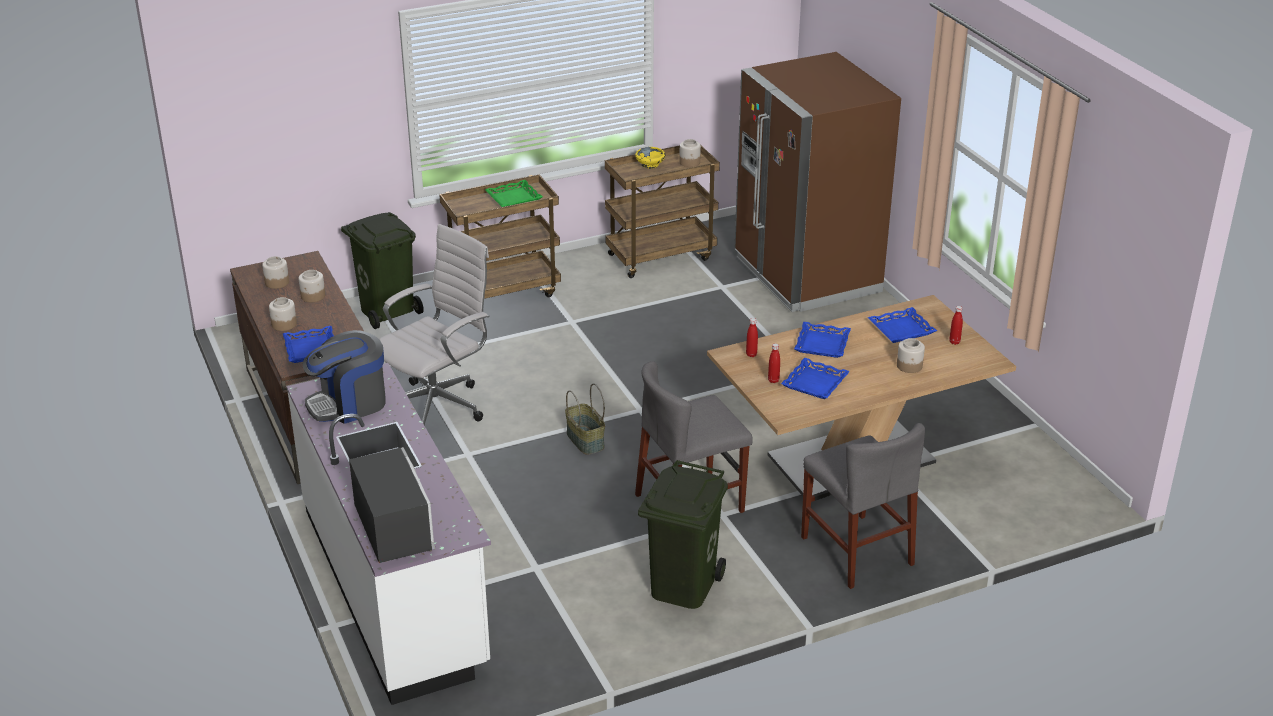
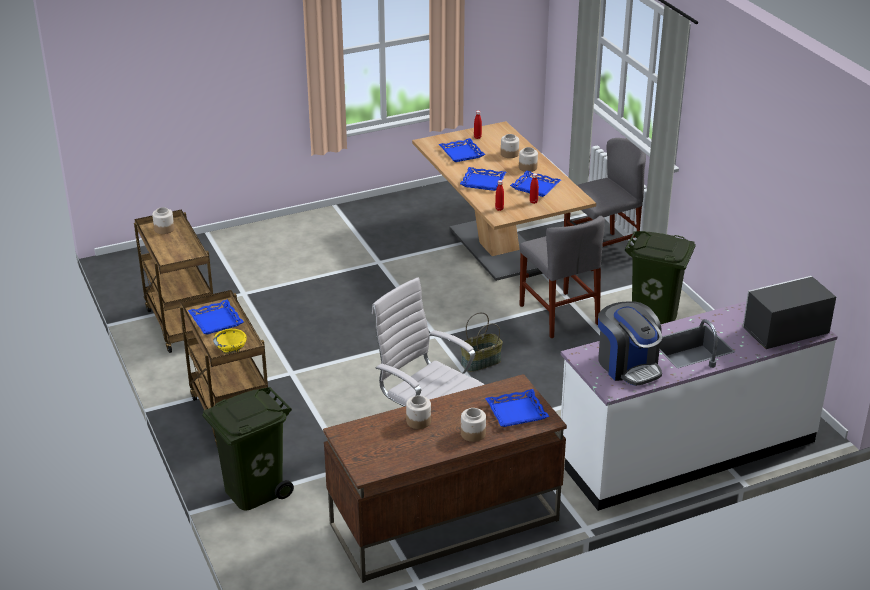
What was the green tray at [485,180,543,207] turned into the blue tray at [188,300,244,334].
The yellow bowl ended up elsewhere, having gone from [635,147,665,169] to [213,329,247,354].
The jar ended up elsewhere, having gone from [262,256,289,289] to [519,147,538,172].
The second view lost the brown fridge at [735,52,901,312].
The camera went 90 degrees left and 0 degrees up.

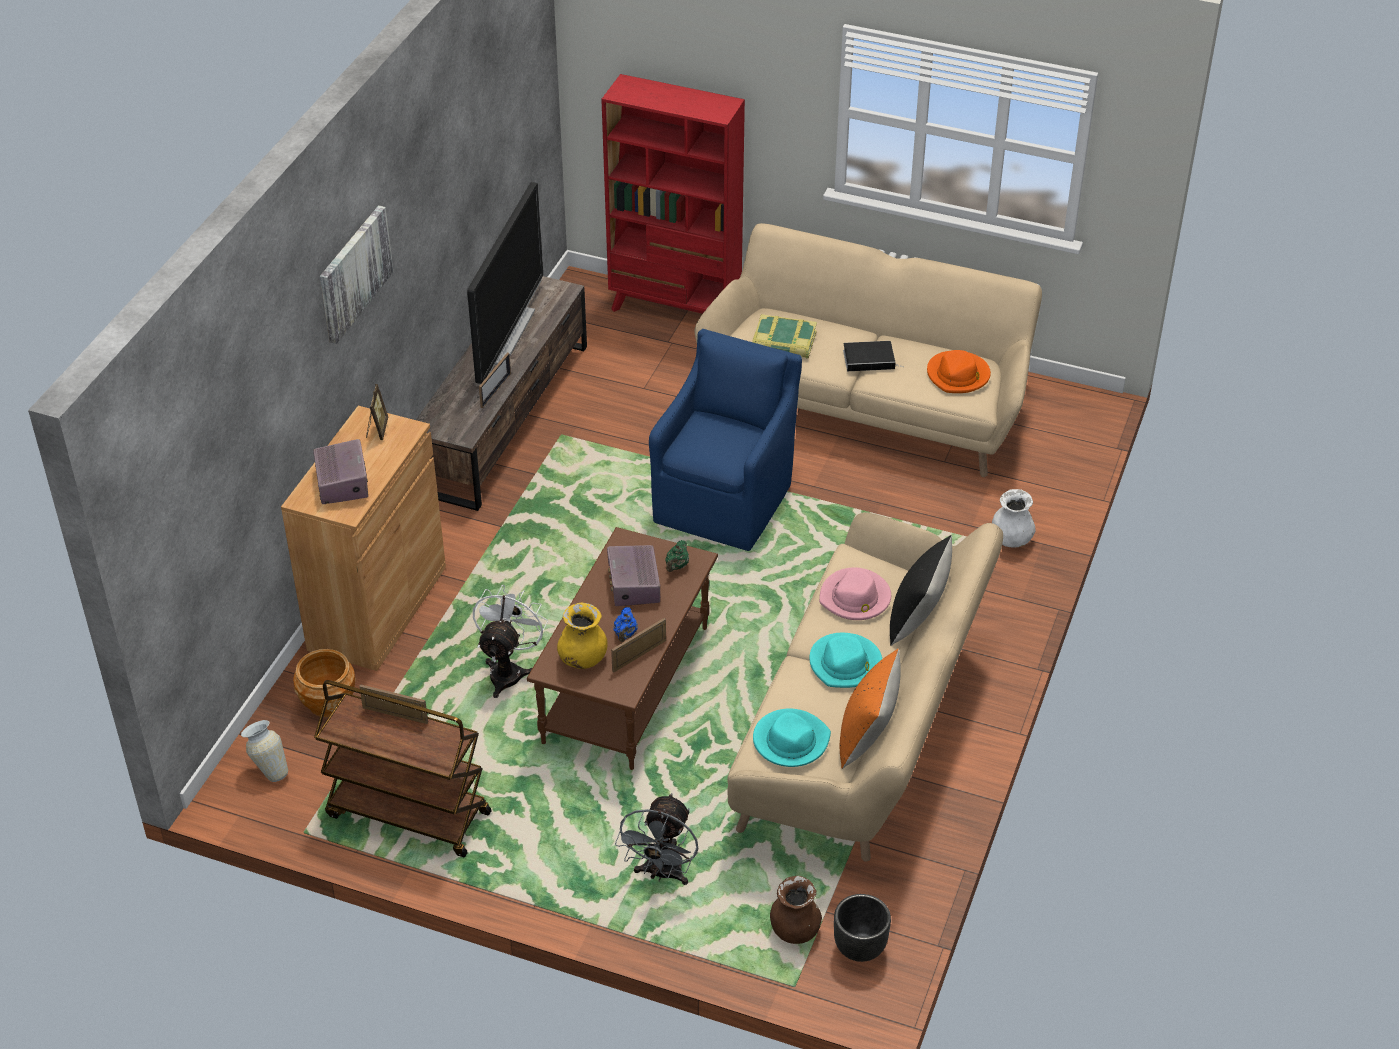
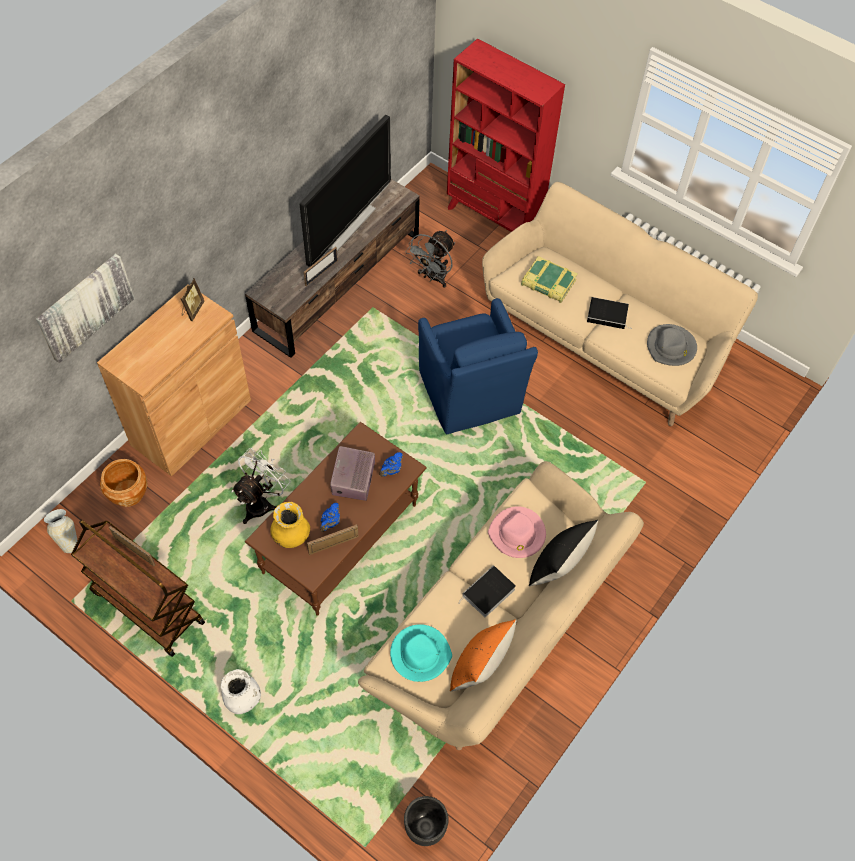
The picture ended up elsewhere, having gone from [320,205,393,344] to [36,254,135,363].
The white vase ended up elsewhere, having gone from [992,489,1036,548] to [221,669,261,714].
What was the green teapot at [665,540,689,572] turned into the blue teapot at [379,452,403,477].
The grey fan ended up elsewhere, having gone from [615,793,699,885] to [405,230,455,288].
The blue armchair at [649,329,802,551] ended up facing another way, 120 degrees clockwise from before.
Where the turquoise hat stood at [809,633,882,688], the book came to stand at [458,565,516,617].
What was the orange hat at [927,350,991,393] turned into the grey hat at [647,324,697,366].
The second view lost the radio at [313,439,368,504].
The second view lost the brown vase at [770,876,822,944].
The camera went 15 degrees right and 15 degrees up.

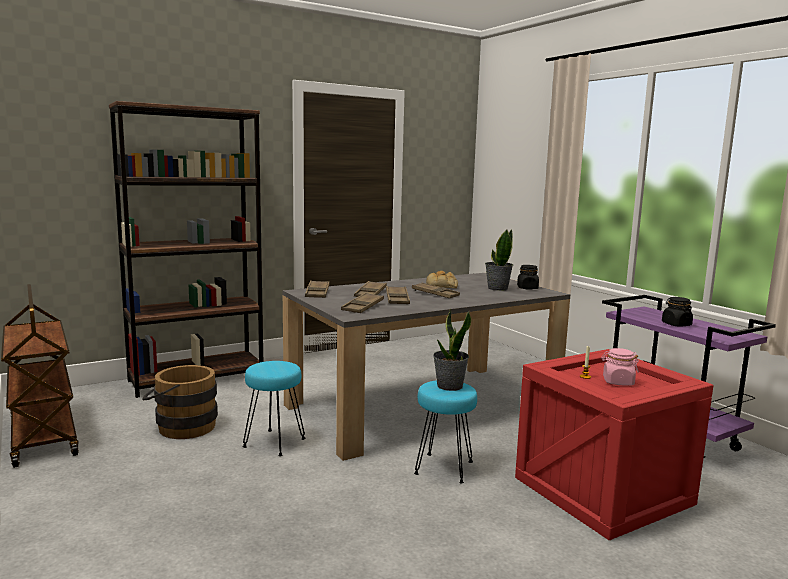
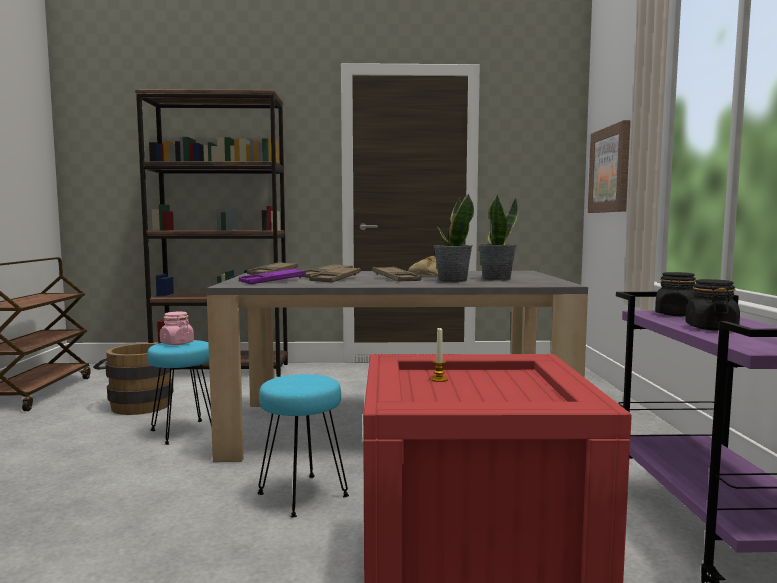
The pink jar ended up elsewhere, having gone from [601,348,639,386] to [160,312,194,345].
What was the brown tray at [341,293,384,313] turned into the purple tray at [239,268,306,284].
The potted plant ended up elsewhere, having gone from [433,309,472,391] to [434,193,474,282].
The second view gained the picture at [588,120,630,213].
The black jar ended up elsewhere, having gone from [517,265,539,290] to [655,272,696,316].
The camera went 30 degrees right and 5 degrees down.

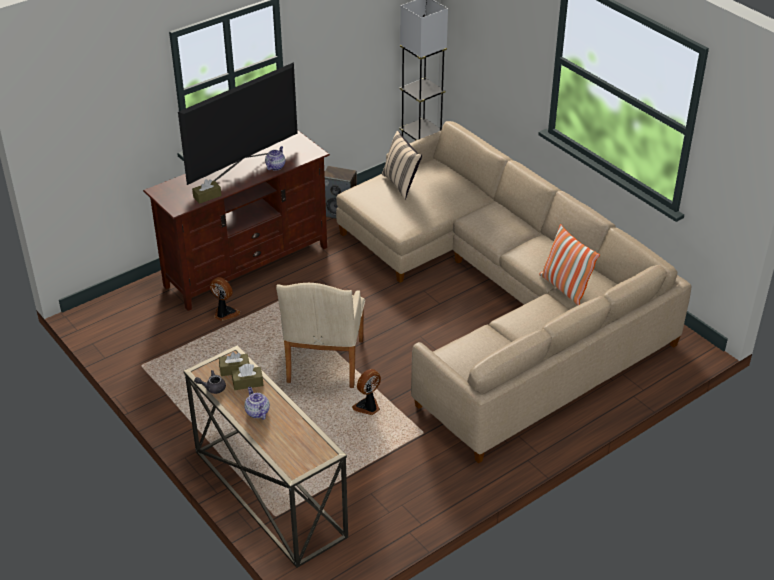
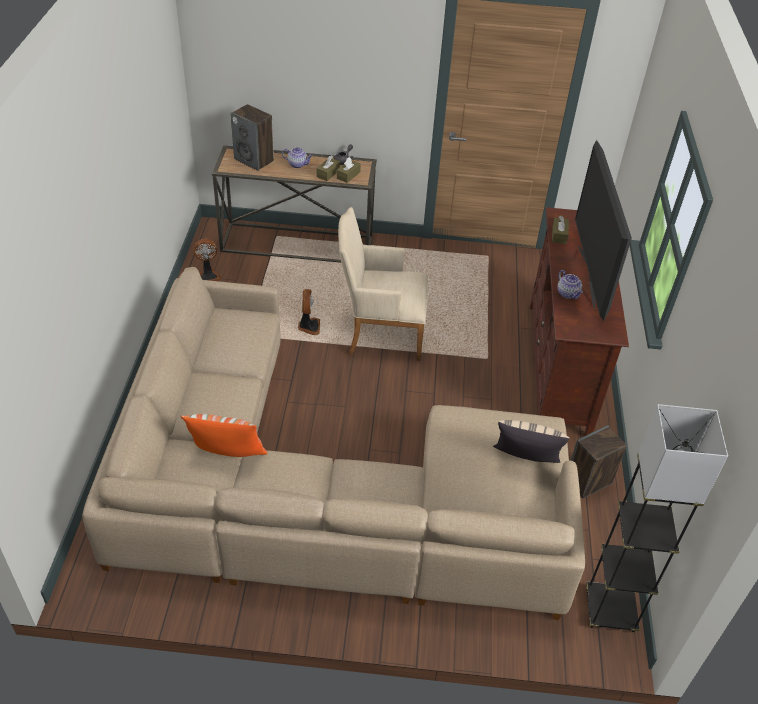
The fan ended up elsewhere, having gone from [210,277,240,321] to [193,239,222,281].
The second view gained the speaker at [231,104,274,171].
The beige armchair at [276,283,365,388] ended up facing another way, 45 degrees counterclockwise from before.
The camera went 130 degrees right and 5 degrees up.

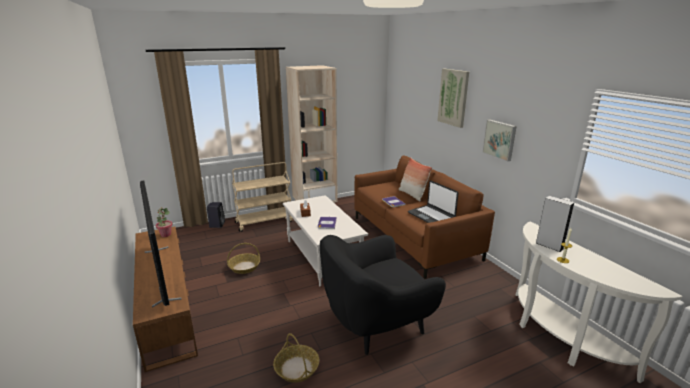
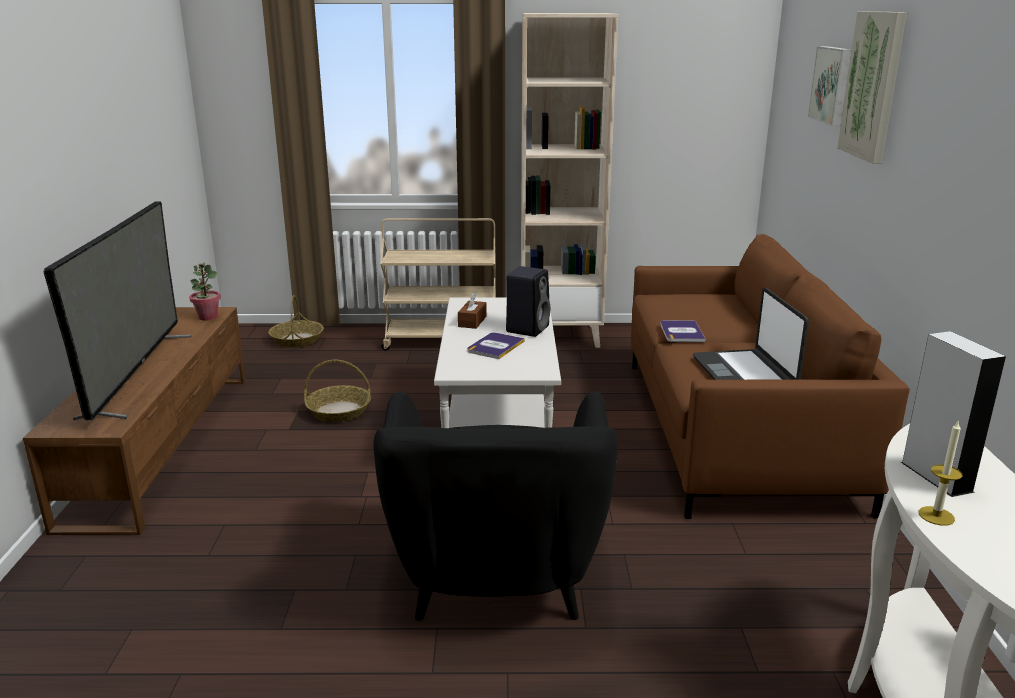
The basket ended up elsewhere, having gone from [273,333,320,383] to [268,295,324,347].
The black armchair at [320,235,446,355] ended up facing another way, 90 degrees counterclockwise from before.
The black speaker ended up elsewhere, having gone from [207,202,225,228] to [506,266,550,337].
The picture ended up elsewhere, having gone from [482,120,517,161] to [808,46,852,126].
The second view lost the pillow at [399,157,432,201].
The camera went 25 degrees right and 0 degrees up.

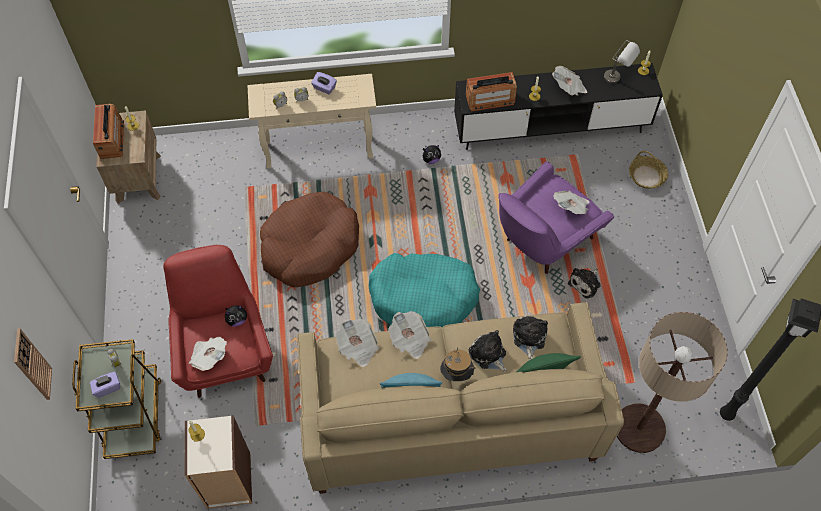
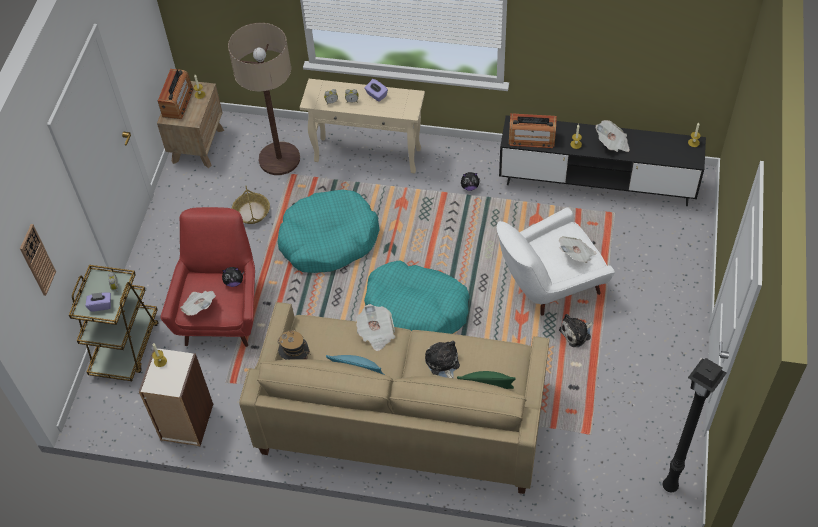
The floor lamp ended up elsewhere, having gone from [617,312,728,453] to [228,23,300,175].
The basket ended up elsewhere, having gone from [629,151,668,189] to [232,186,270,224].
The hat ended up elsewhere, having gone from [440,347,475,381] to [277,330,311,360].
What was the brown dog bed at [260,192,359,288] turned into the turquoise dog bed at [278,190,380,273].
What was the purple armchair at [498,161,615,274] turned into the white armchair at [497,207,615,316].
The second view lost the newspaper at [336,319,379,367].
The second view lost the plush toy at [513,316,548,360].
The second view lost the grey table lamp at [604,40,640,84].
The camera went 20 degrees right and 5 degrees down.

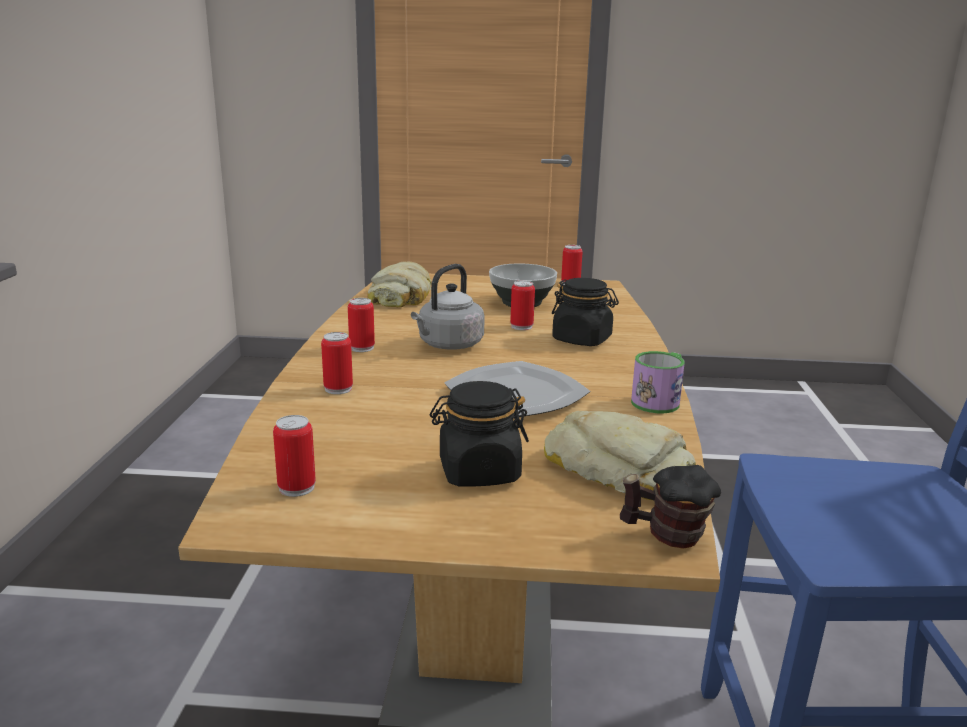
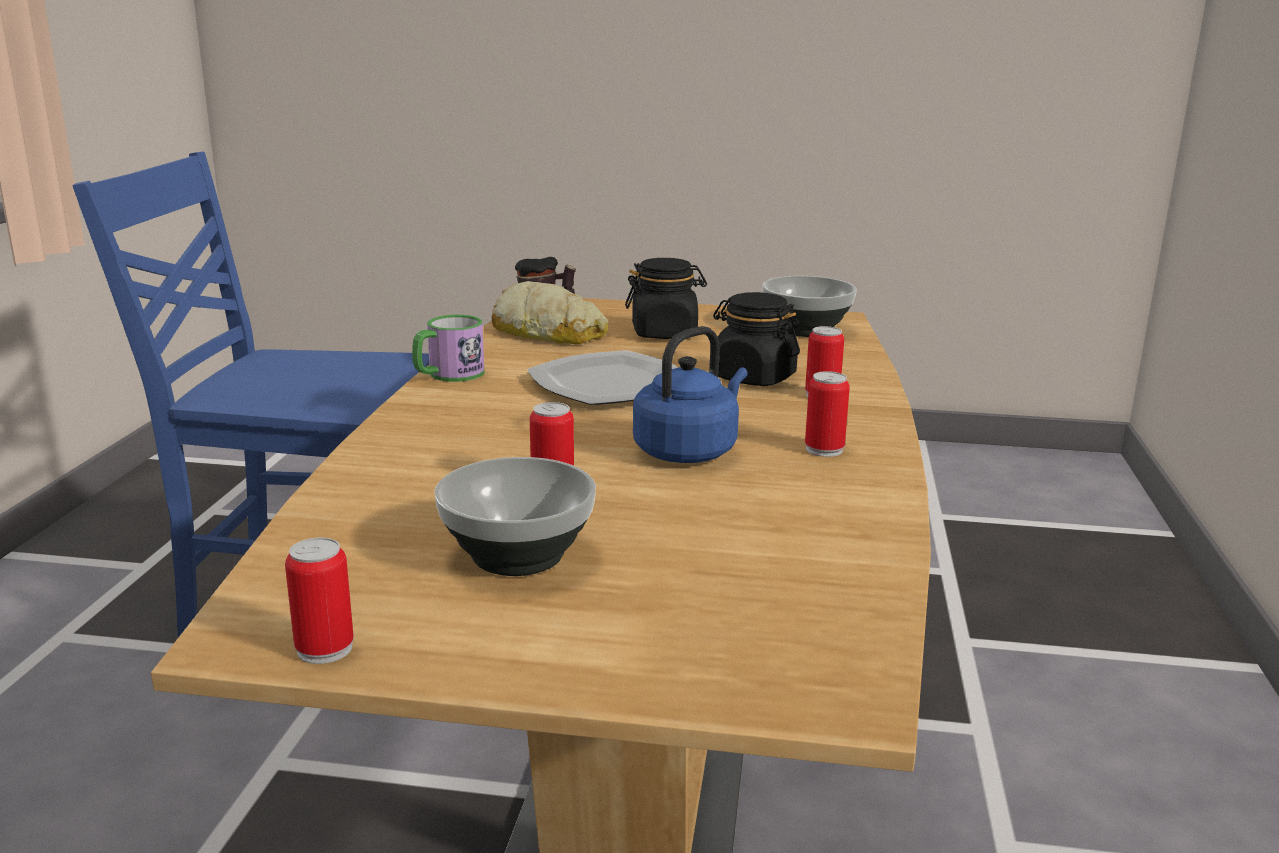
What was the grey kettle at [411,264,485,350] turned into the blue kettle at [633,326,748,463].
The black jar ended up elsewhere, having gone from [552,278,619,346] to [713,292,800,386].
Where the can stood at [273,415,316,497], the bowl came to stand at [762,276,857,337].
The second view lost the bread at [367,261,431,307].
The camera went 175 degrees left and 0 degrees up.

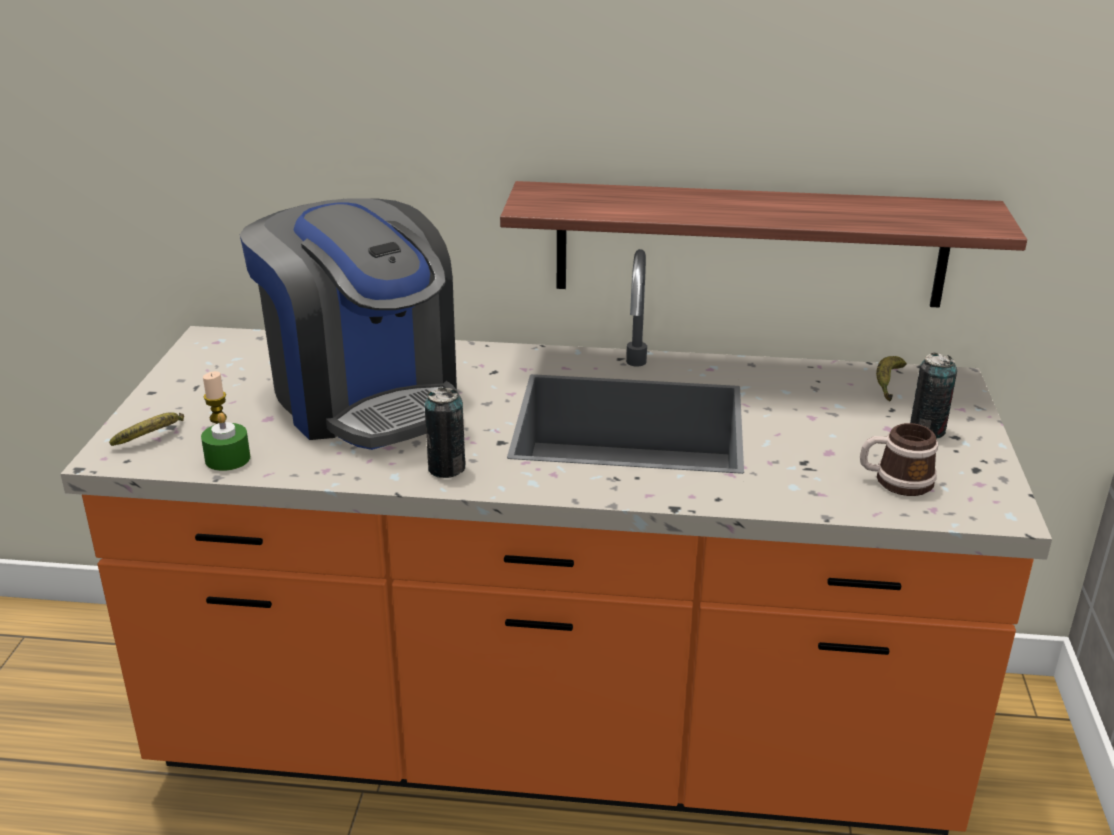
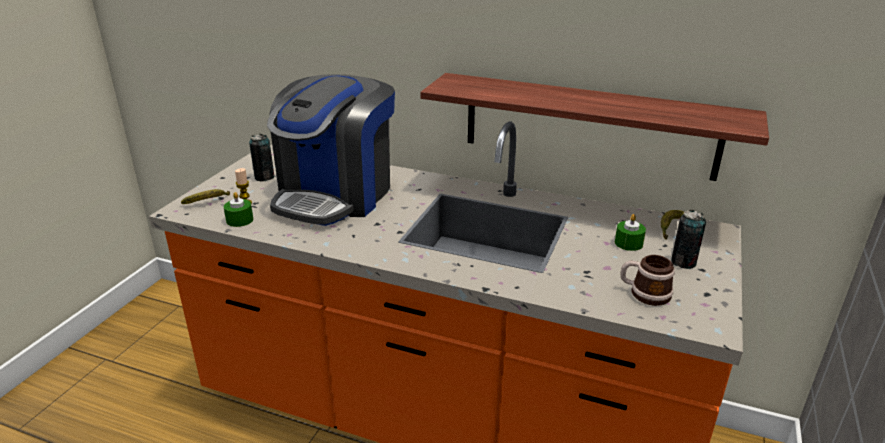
The can ended up elsewhere, having gone from [424,388,466,478] to [249,134,274,181].
The coffee machine at [240,198,462,450] ended up facing another way, 45 degrees clockwise from before.
The second view gained the green candle at [615,214,646,251].
The camera went 15 degrees right and 0 degrees up.

